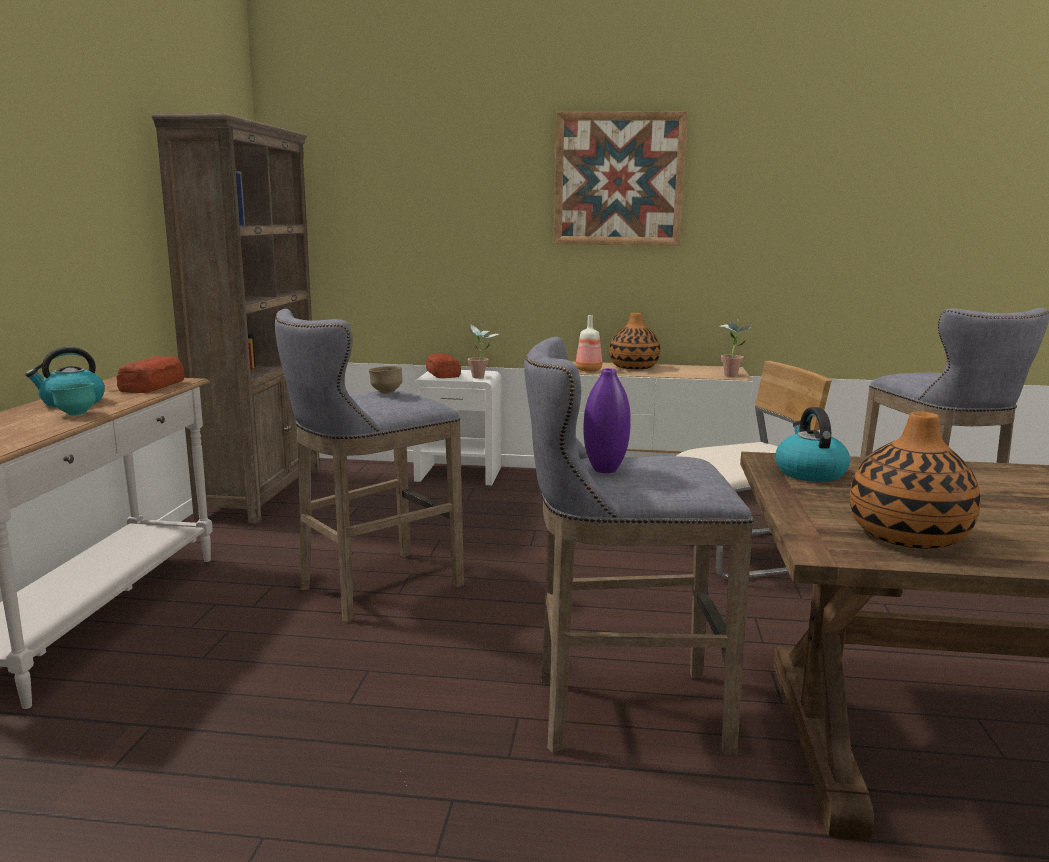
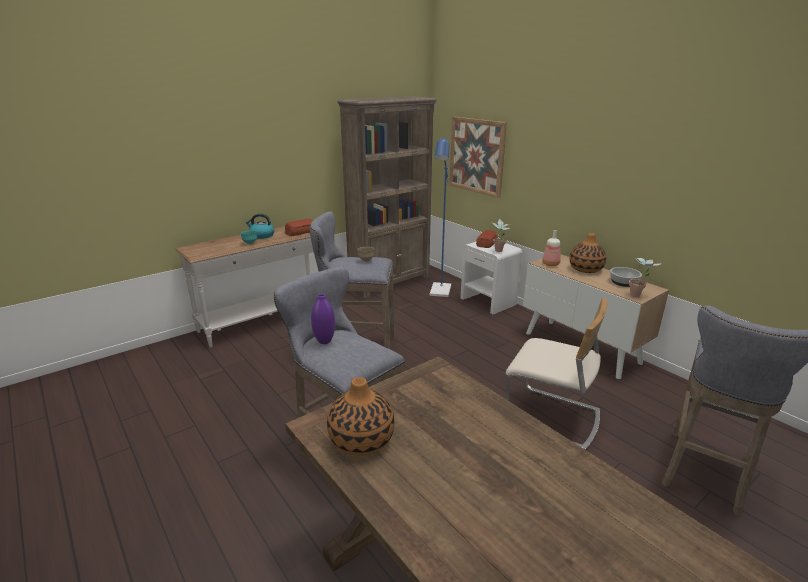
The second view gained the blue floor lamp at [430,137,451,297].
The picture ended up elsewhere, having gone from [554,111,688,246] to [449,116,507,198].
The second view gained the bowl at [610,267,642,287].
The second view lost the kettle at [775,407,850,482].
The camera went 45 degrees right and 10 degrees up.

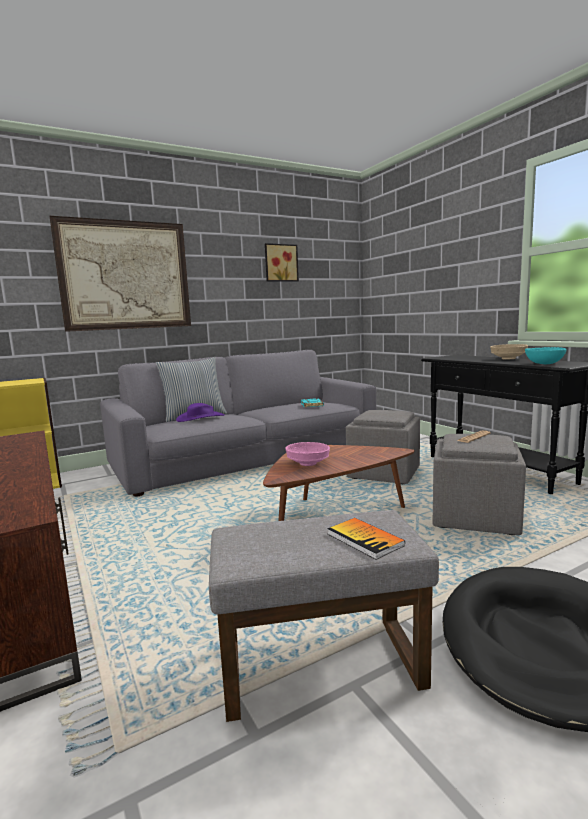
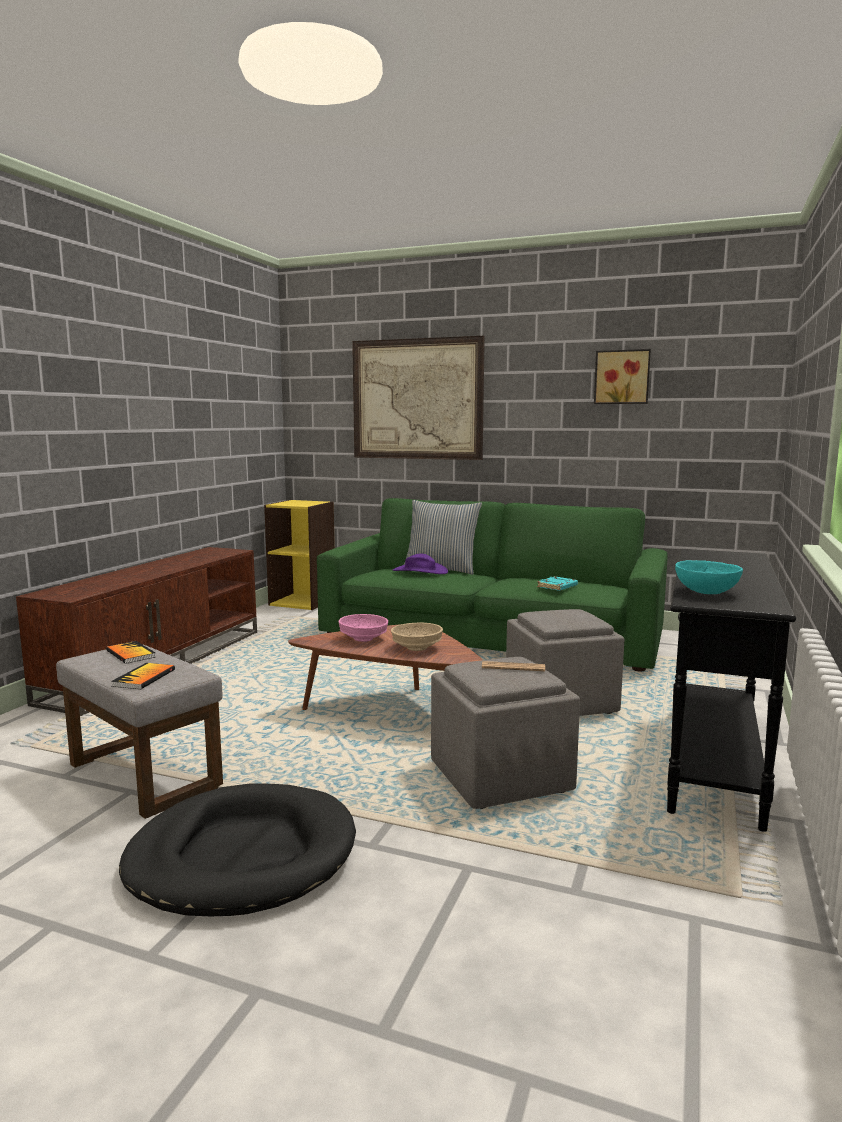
The second view gained the book at [106,641,155,664].
What was the grey sofa at [100,350,376,496] turned into the green sofa at [317,498,668,672].
The beige bowl ended up elsewhere, having gone from [490,344,528,360] to [391,623,443,651].
The camera went 50 degrees right and 0 degrees up.

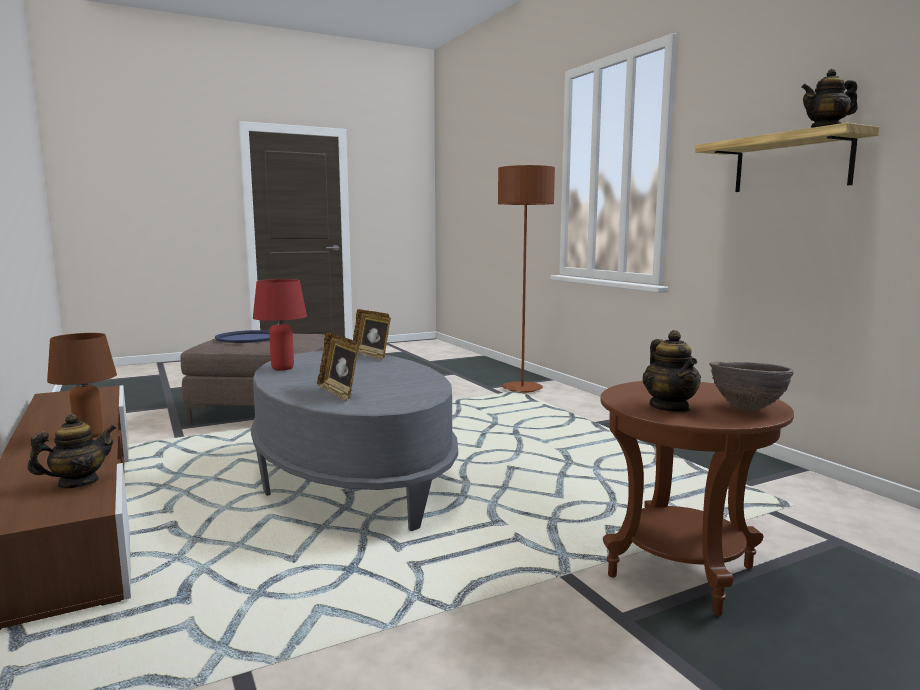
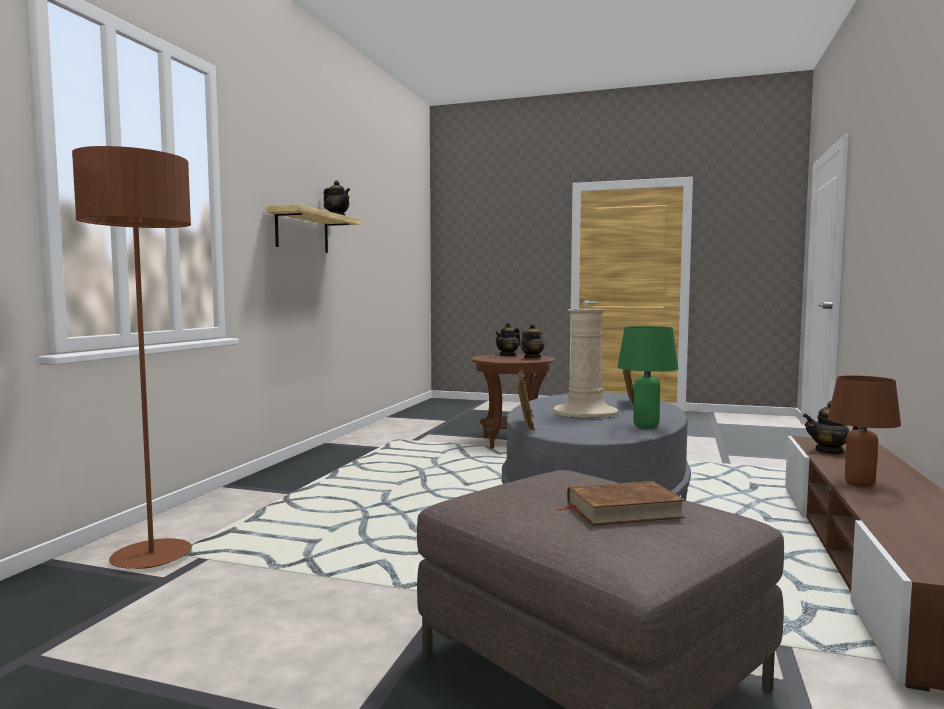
Where the brown bowl stood at [709,361,794,410], the teapot came to stand at [495,322,520,357].
The second view gained the beige vase at [554,309,618,418].
Where the blue tray stood at [215,330,270,343], the brown book came to stand at [557,481,686,526].
What was the red table lamp at [253,279,307,371] turned into the green table lamp at [618,326,678,429].
The camera went 135 degrees left and 5 degrees down.

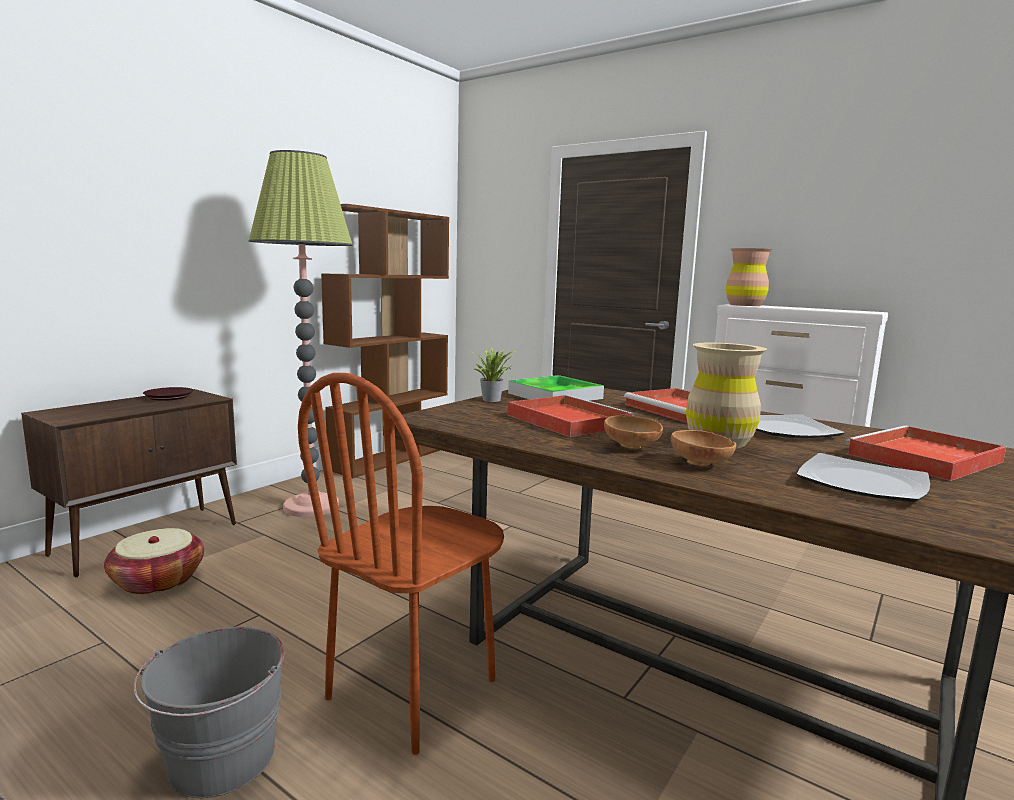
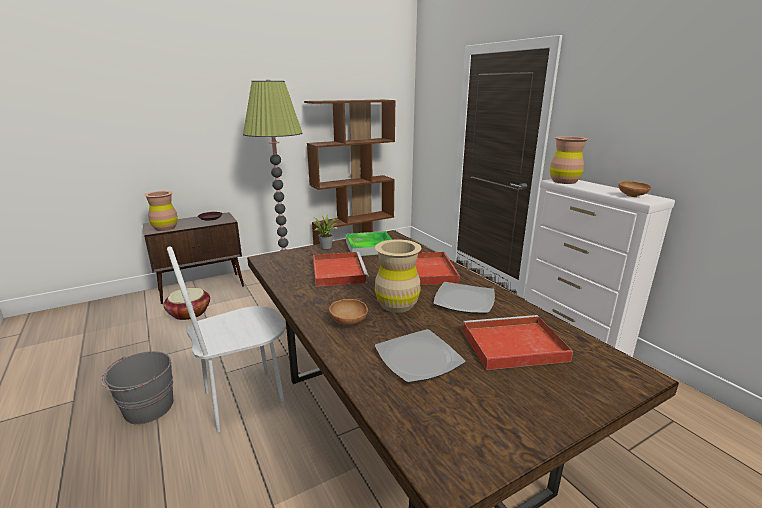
The second view gained the brown vase at [144,191,178,231].
What was the brown chair at [298,373,504,755] turned into the white chair at [167,246,286,432].
The brown bowl ended up elsewhere, having gone from [604,415,663,449] to [618,181,651,197].
The camera went 25 degrees right and 10 degrees up.

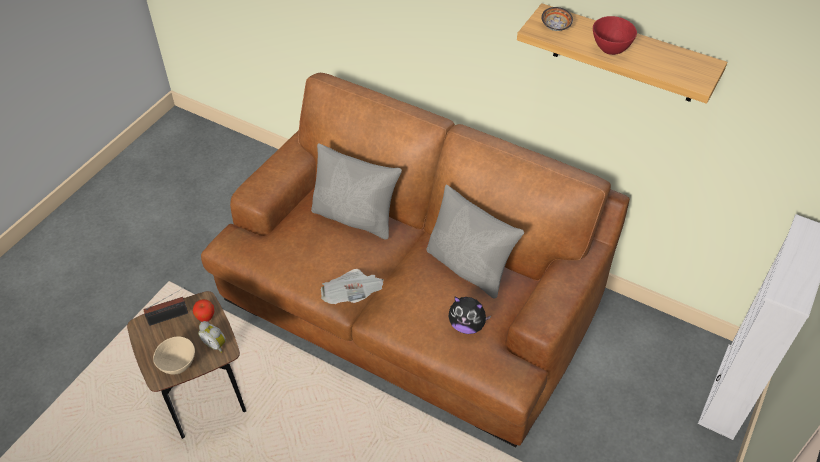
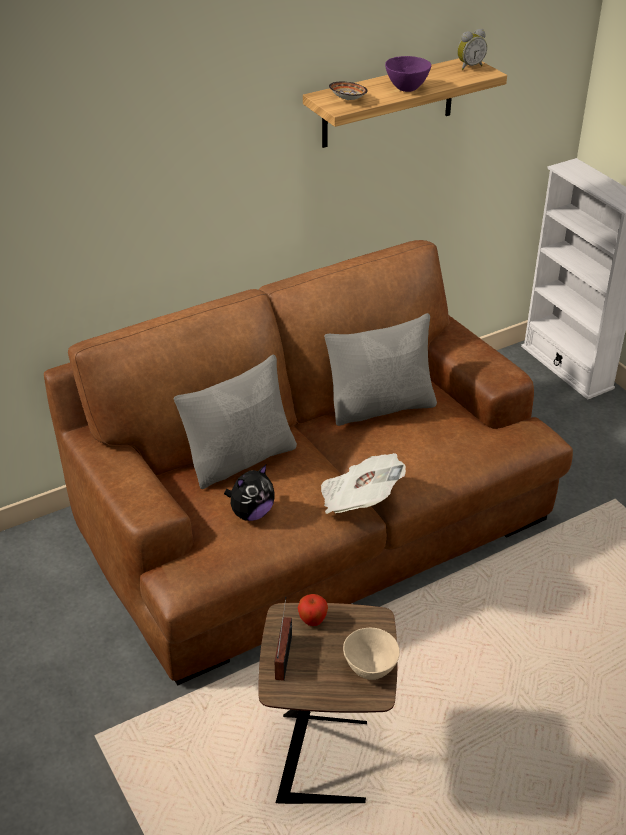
The plush toy ended up elsewhere, having gone from [448,297,492,334] to [224,465,275,521].
What was the red bowl at [593,16,637,55] turned into the purple bowl at [385,56,431,92].
The alarm clock ended up elsewhere, having gone from [198,321,226,353] to [457,29,487,70].
The camera went 60 degrees left and 10 degrees down.

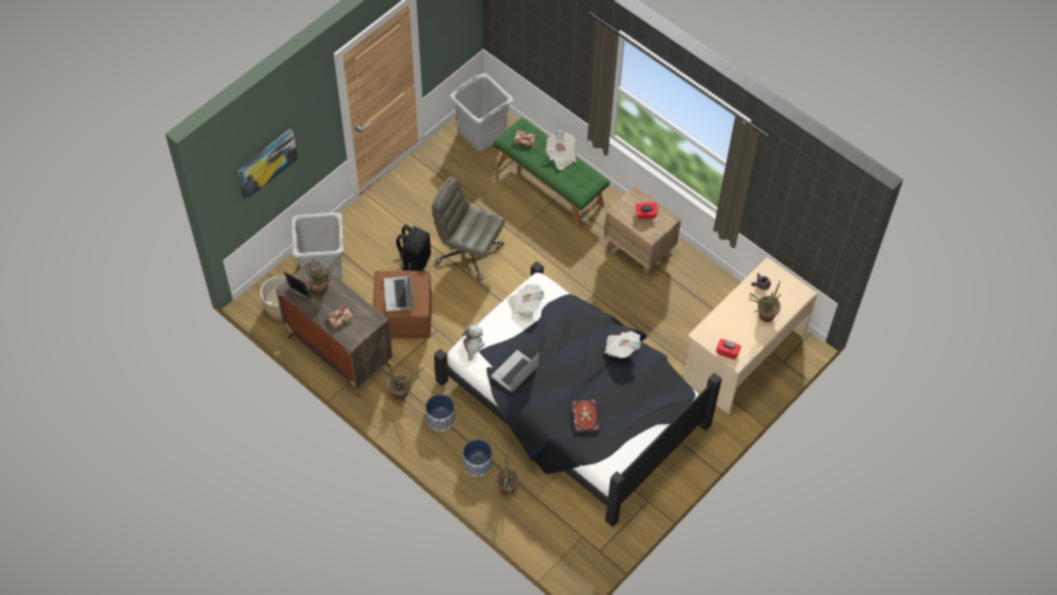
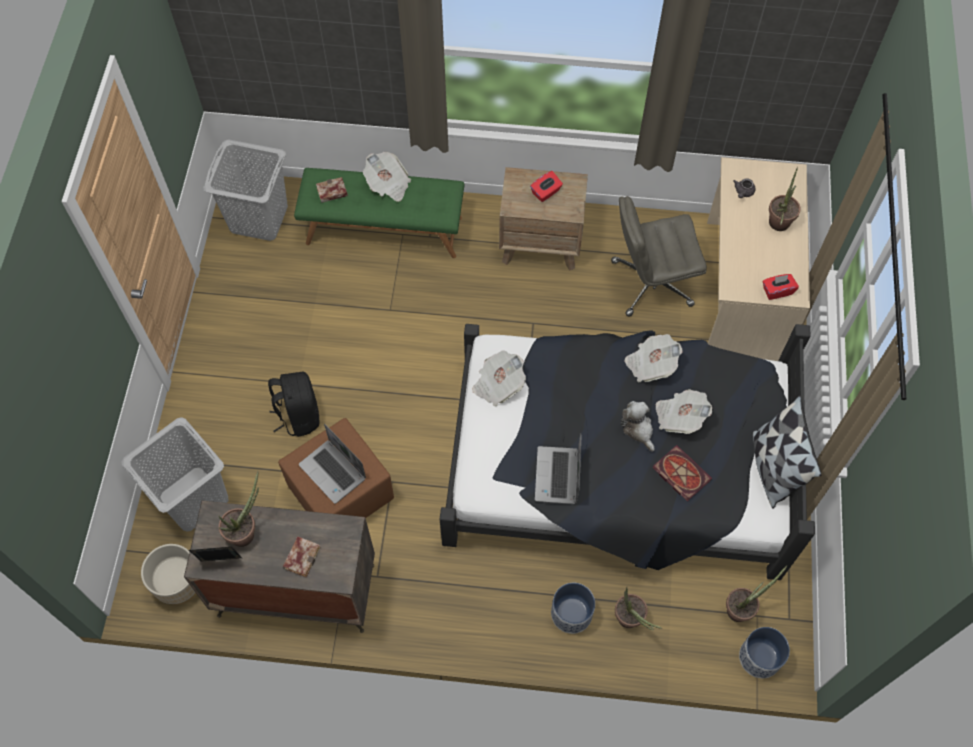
The grey office chair ended up elsewhere, having gone from [432,176,505,281] to [611,196,707,317].
The plush toy ended up elsewhere, having gone from [462,324,484,361] to [621,401,655,452].
The second view gained the newspaper at [655,389,712,434].
The potted plant ended up elsewhere, having gone from [389,367,425,399] to [726,565,788,622].
The planter ended up elsewhere, having gone from [426,394,455,431] to [739,627,790,678].
The second view gained the pillow at [753,396,822,509].
The second view lost the picture at [237,128,298,200].
The camera went 35 degrees left and 5 degrees up.

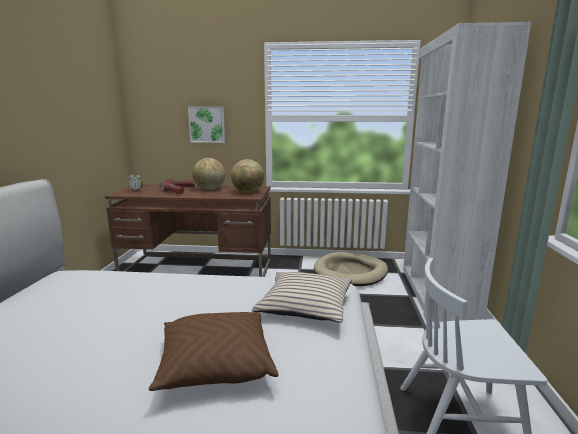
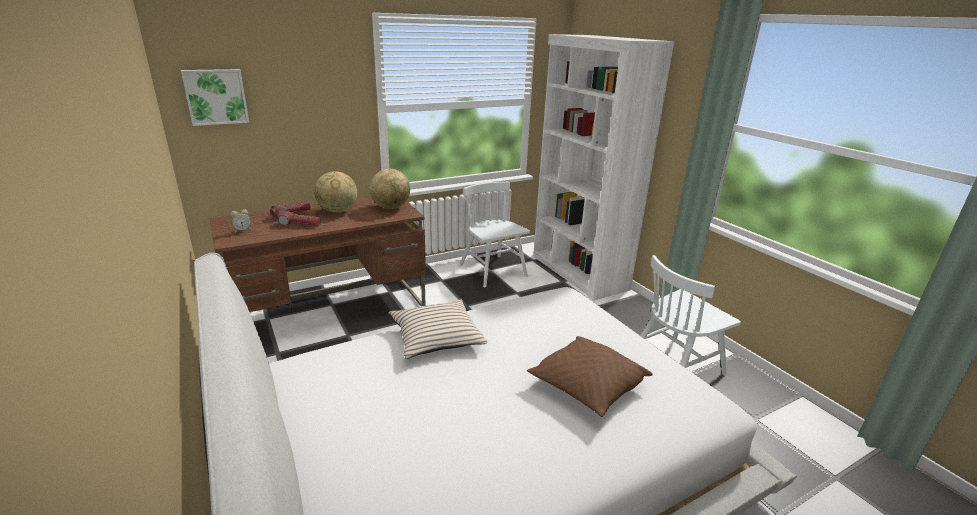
The picture ended up elsewhere, having gone from [188,107,225,143] to [181,69,249,126].
The beige pillow ended up elsewhere, having gone from [252,272,352,322] to [389,299,487,359].
Where the beige dog bed stood at [314,251,388,286], the white chair came to stand at [460,182,530,287].
The camera went 35 degrees left and 10 degrees up.

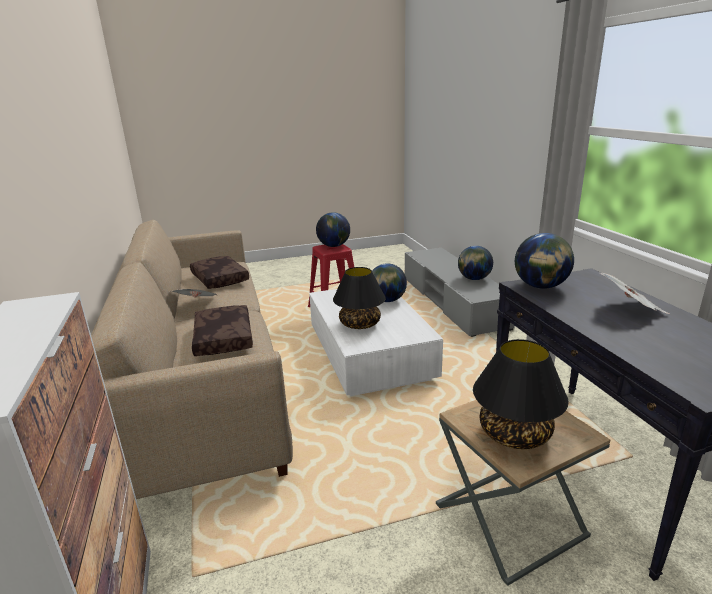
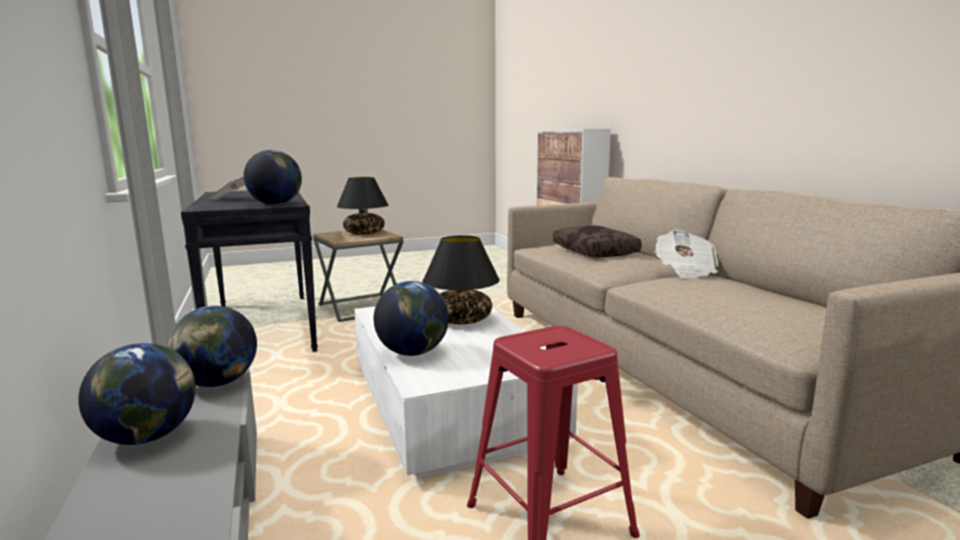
The globe ended up elsewhere, having gone from [316,212,350,247] to [167,306,257,387].
The second view lost the brown pillow at [190,256,249,289].
The camera went 175 degrees right and 10 degrees down.

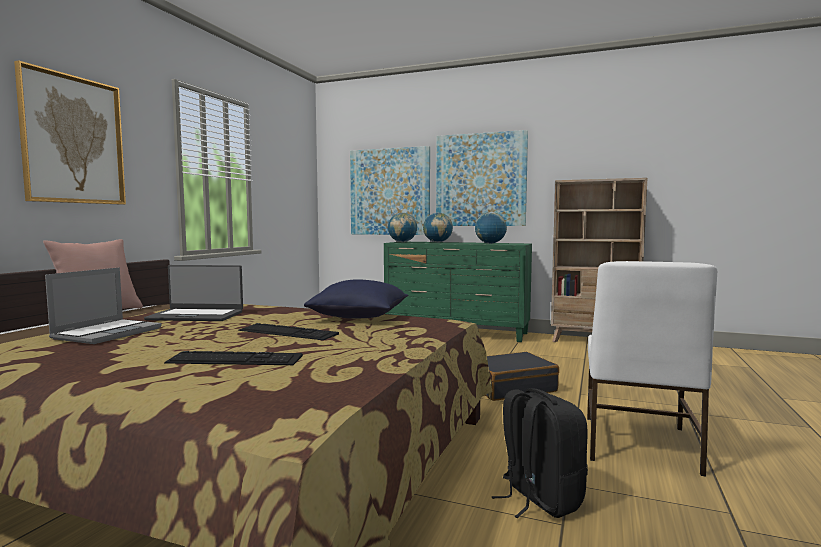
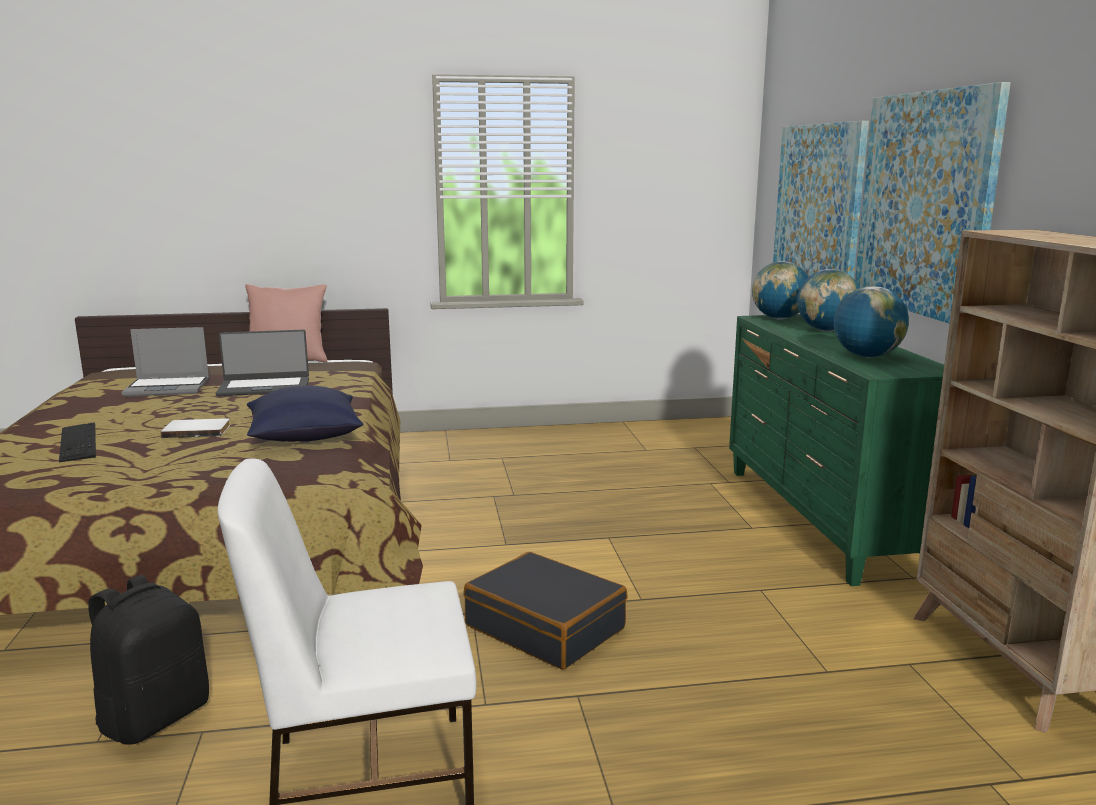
Where the keyboard stood at [238,323,339,340], the white book came to stand at [160,418,230,438].
The laptop at [144,265,243,321] ended up facing another way, 75 degrees counterclockwise from before.
The second view lost the picture at [14,60,126,205].
The camera went 60 degrees right and 10 degrees up.

